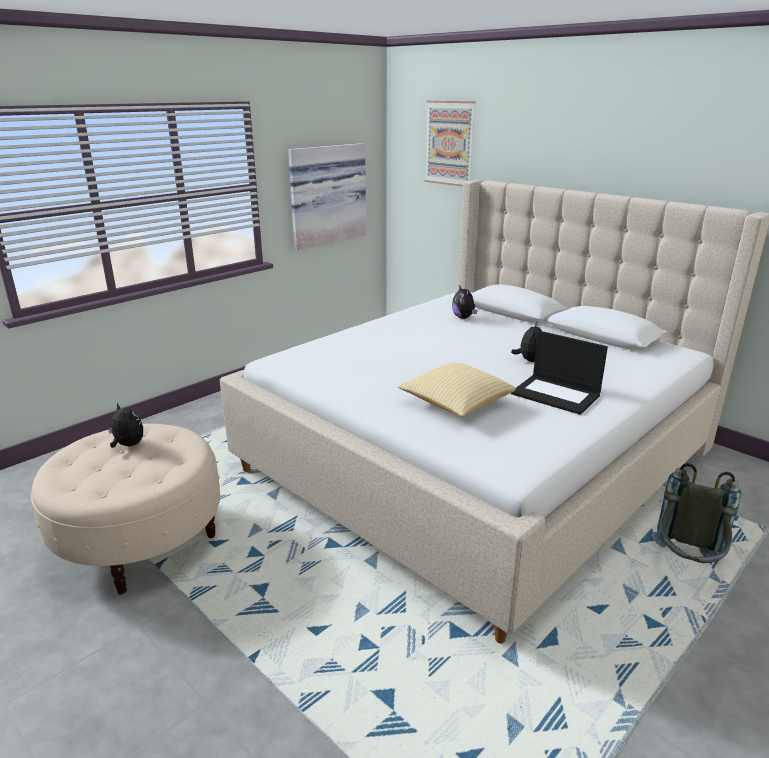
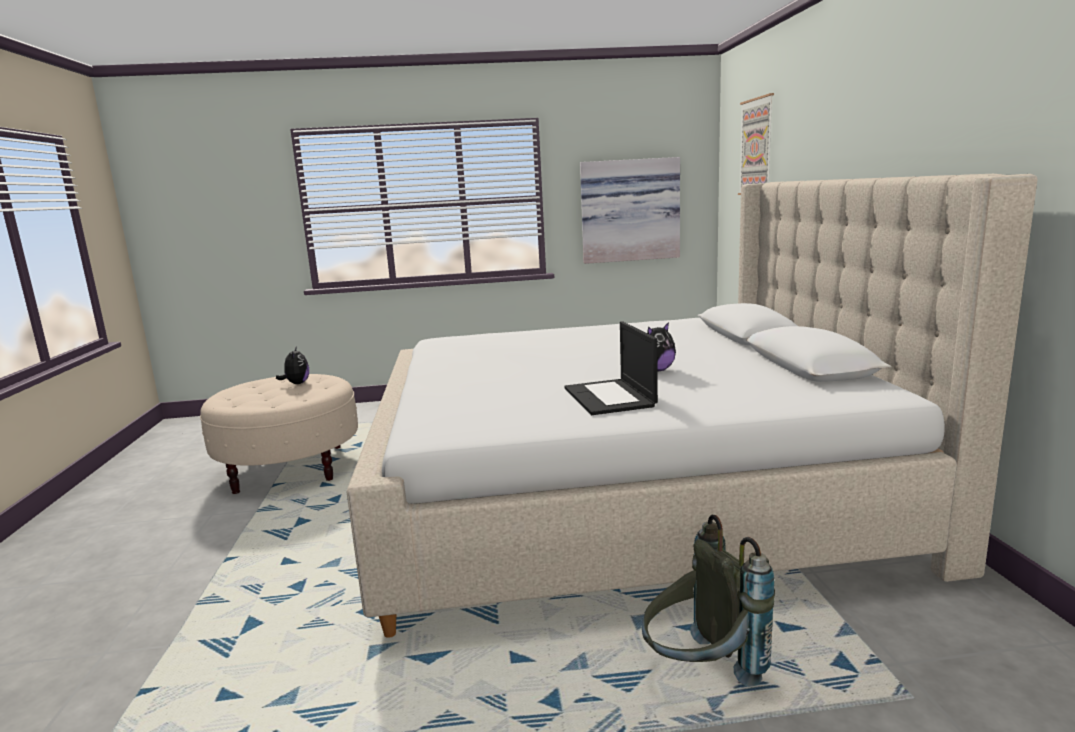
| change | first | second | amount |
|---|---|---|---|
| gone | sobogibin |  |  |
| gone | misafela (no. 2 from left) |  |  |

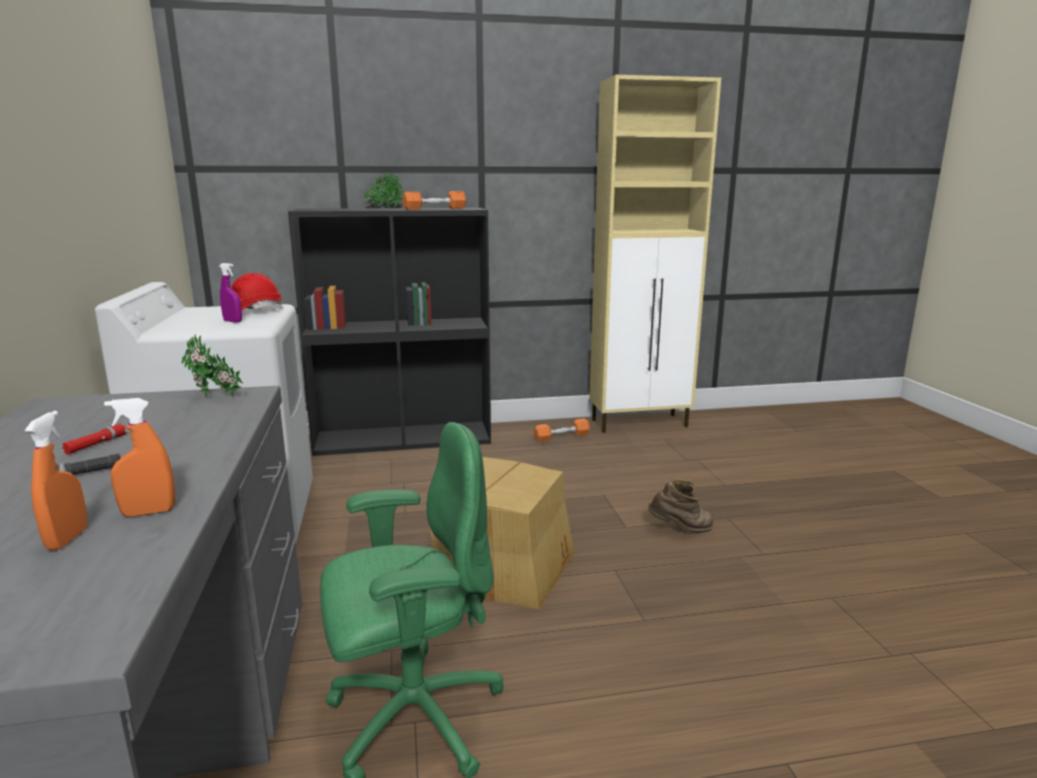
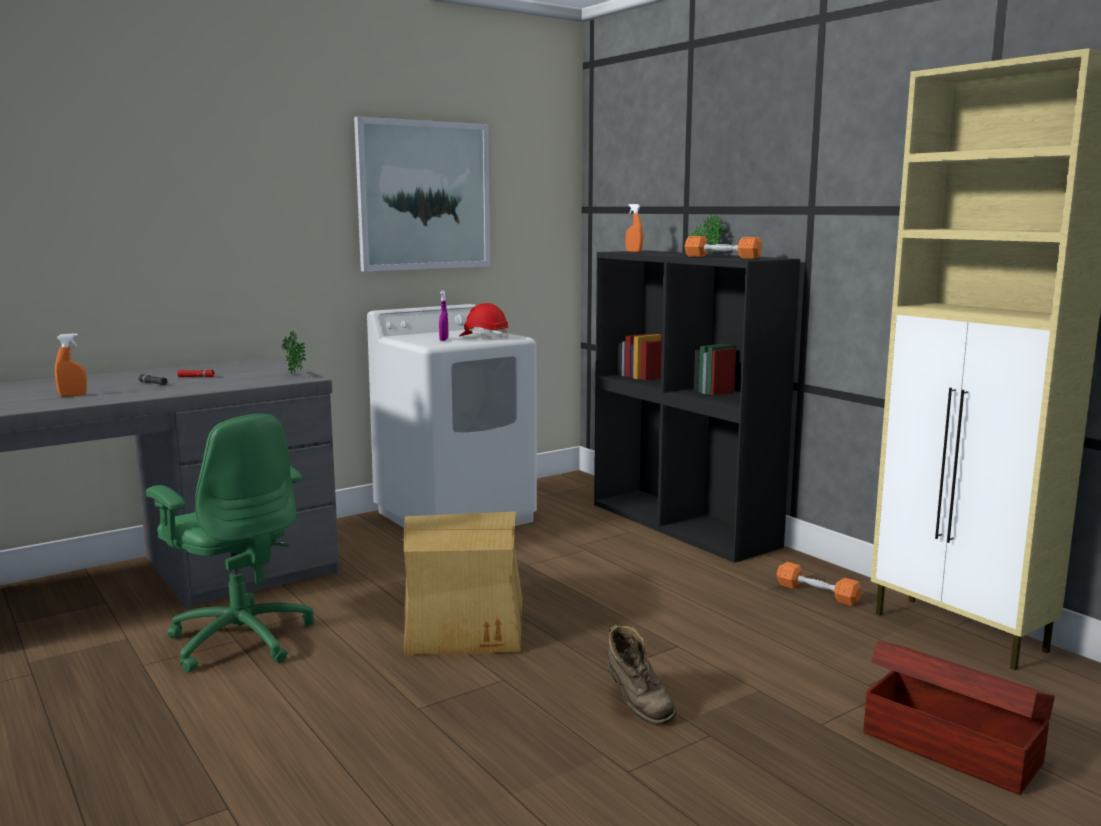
| change | first | second | amount |
|---|---|---|---|
| new |  | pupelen |  |
| shifted | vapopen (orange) (no. 2 from left) |  |  |
| new |  | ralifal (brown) |  |

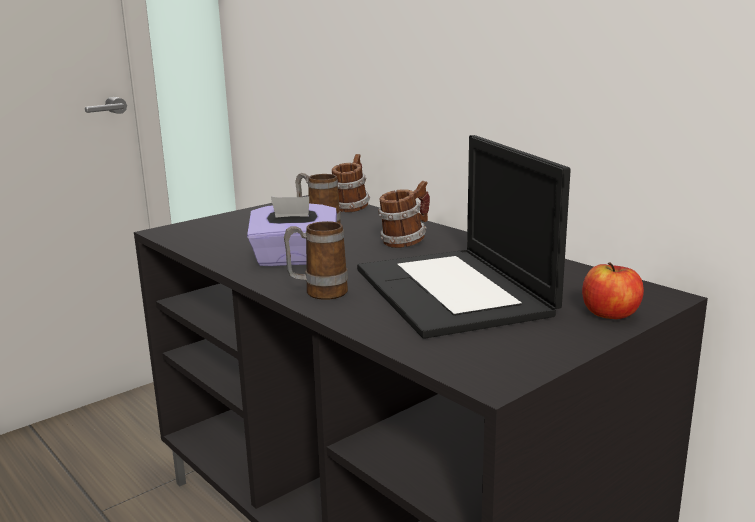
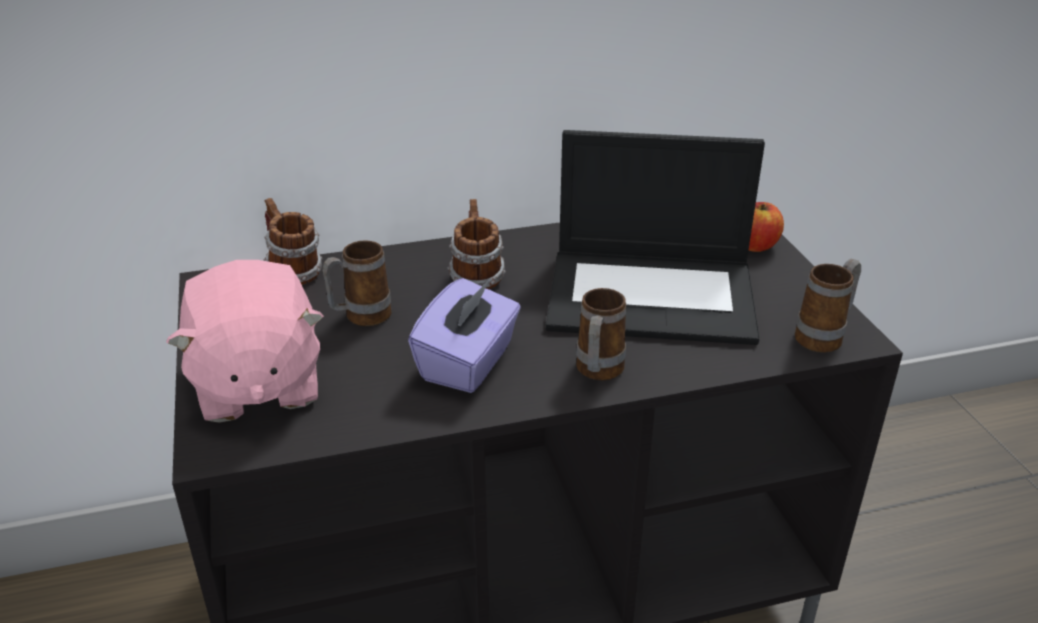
| change | first | second | amount |
|---|---|---|---|
| new |  | misafela (pink) |  |
| new |  | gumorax (no. 5 from left) |  |

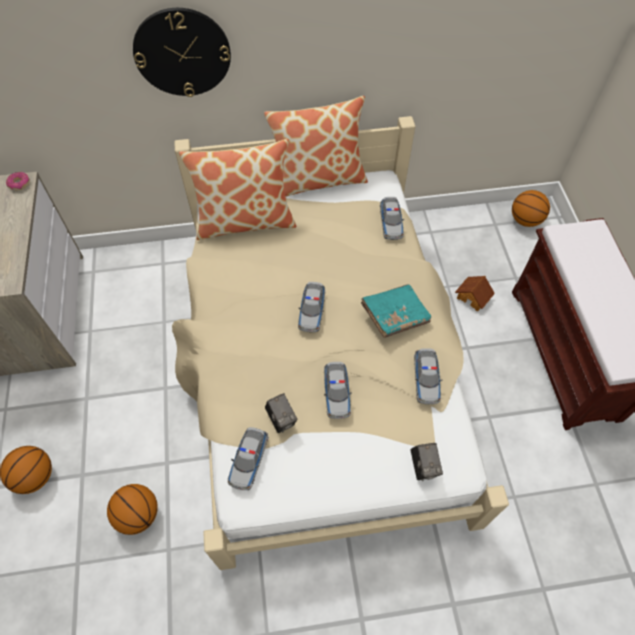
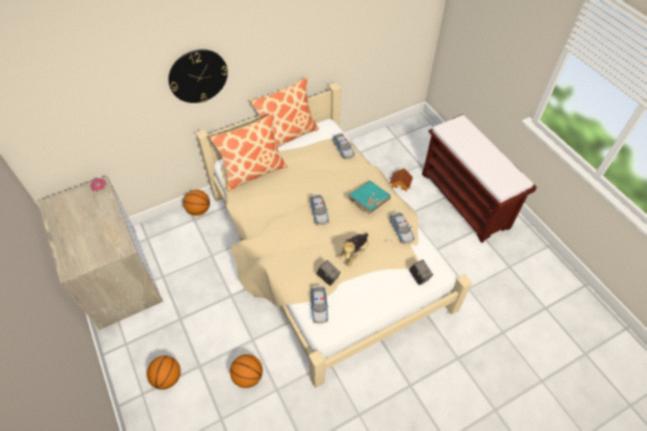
| change | first | second | amount |
|---|---|---|---|
| shifted | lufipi (no. 3 from left in the first image) | lufipi (no. 2 from left) |  |
| swapped | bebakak (no. 3 from left) | misafela |  |

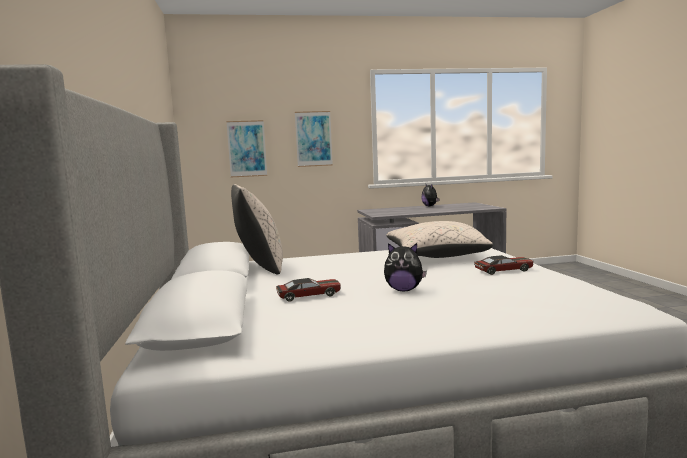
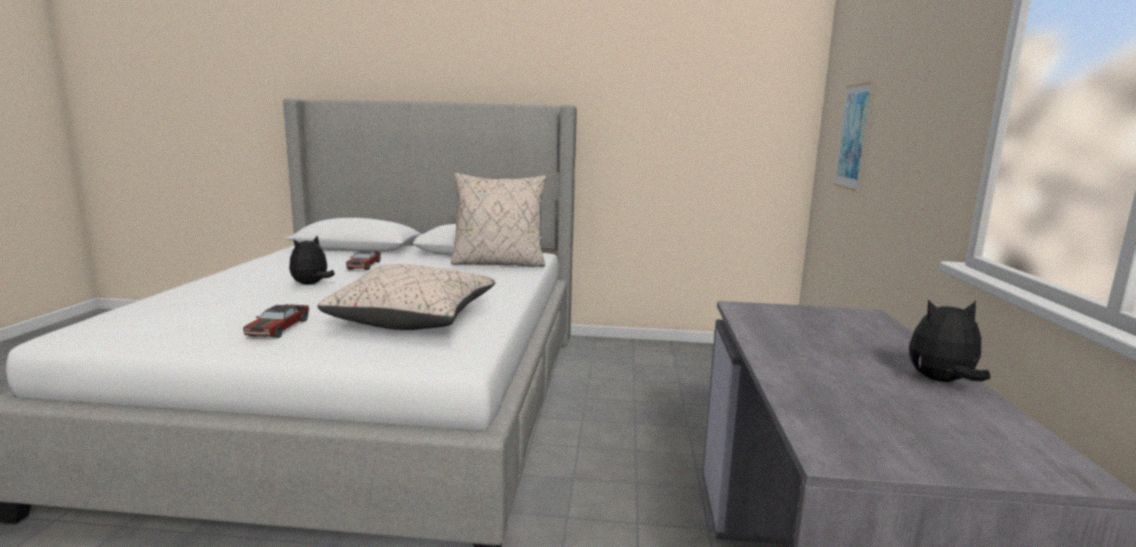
| change | first | second | amount |
|---|---|---|---|
| gone | pupelen (no. 2 from left) |  |  |

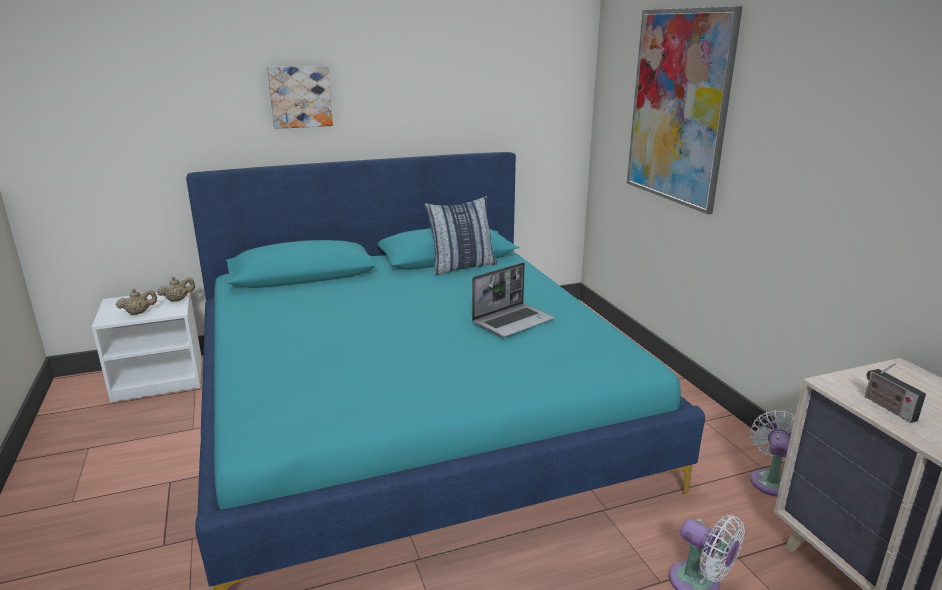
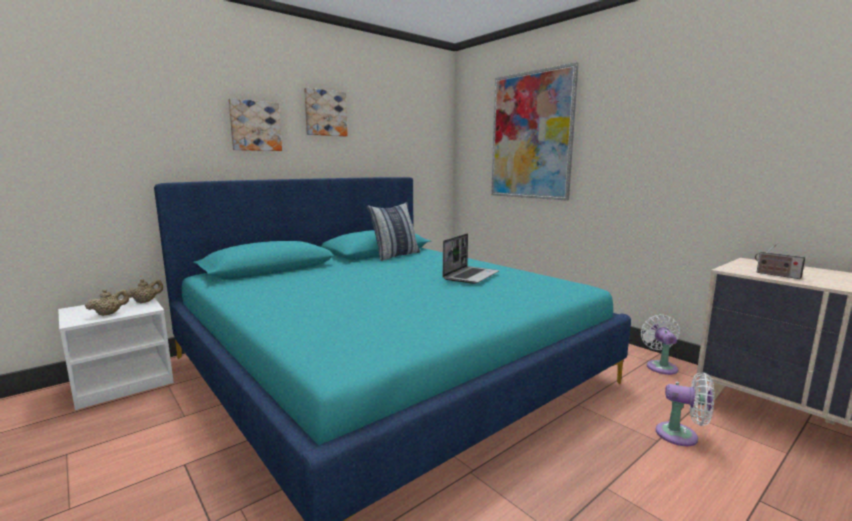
| change | first | second | amount |
|---|---|---|---|
| new |  | pupelen (no. 2 from left) |  |

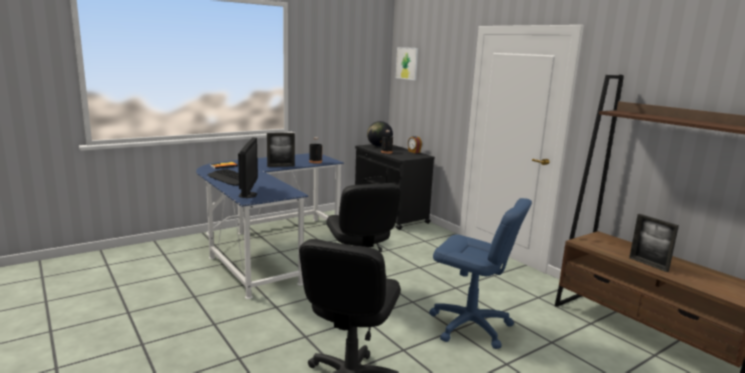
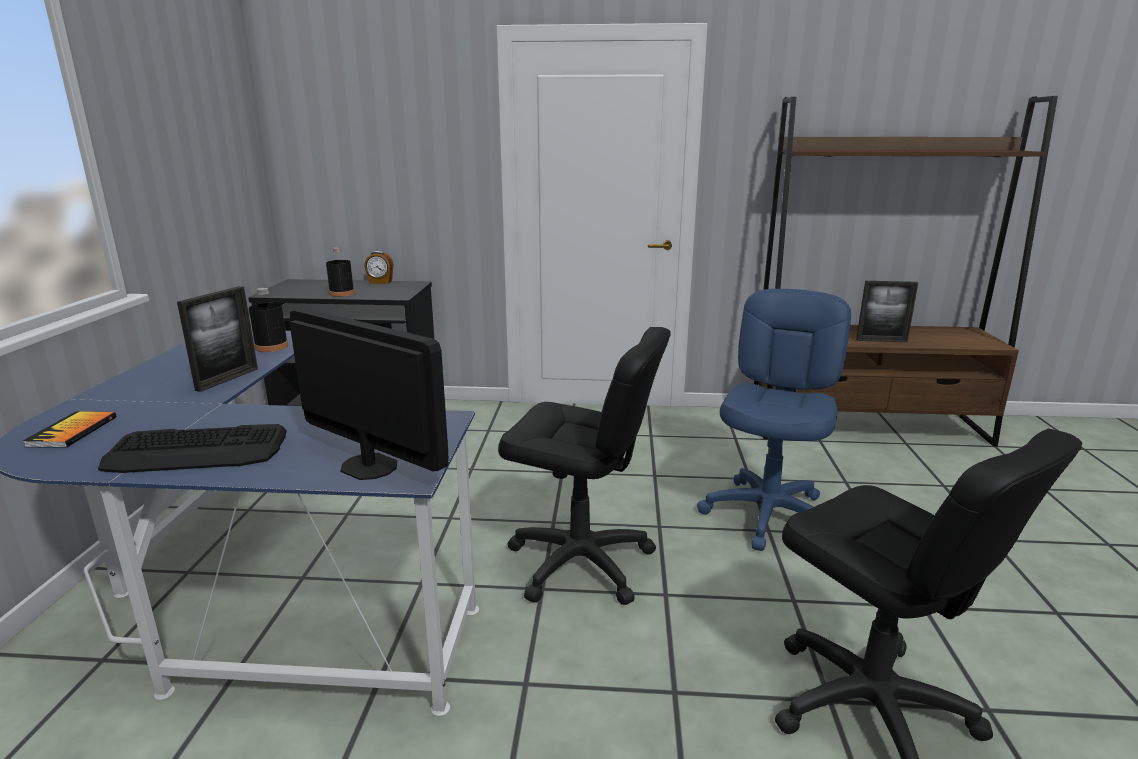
| change | first | second | amount |
|---|---|---|---|
| rotated | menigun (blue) |  | 45 degrees counterclockwise |
| gone | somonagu |  |  |
| gone | pupelen |  |  |

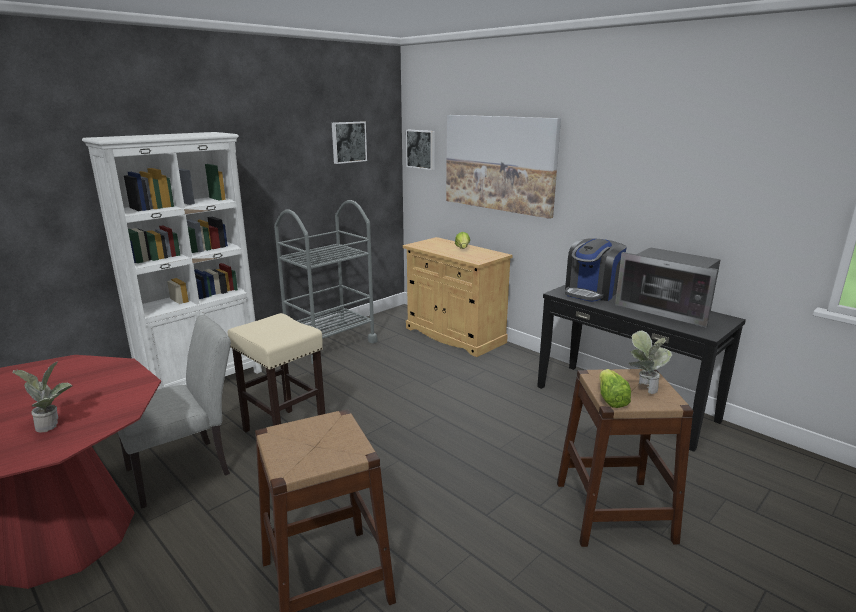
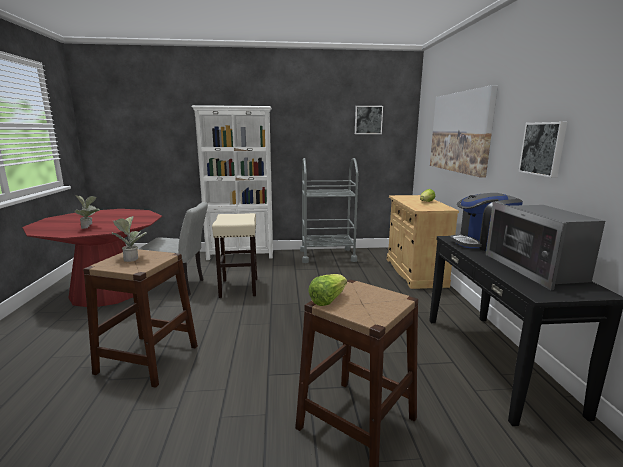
| change | first | second | amount |
|---|---|---|---|
| shifted | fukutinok (no. 2 from left) |  |  |
| shifted | pupelen (no. 2 from left in the first image) | pupelen (no. 3 from left) |  |

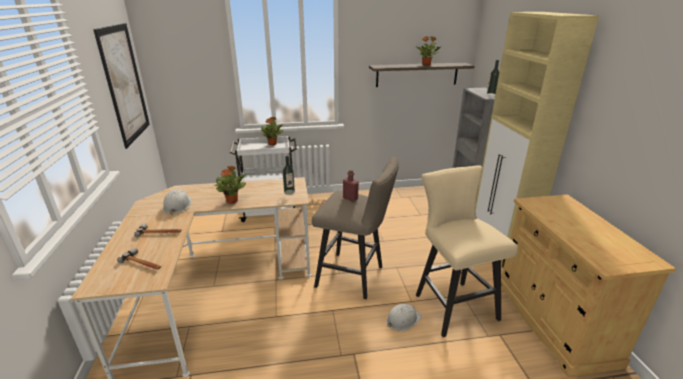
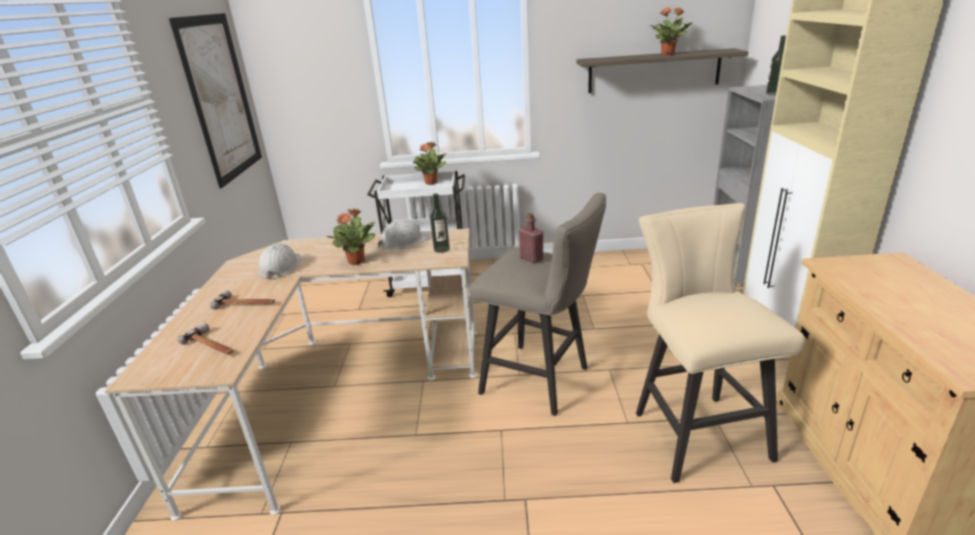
| change | first | second | amount |
|---|---|---|---|
| shifted | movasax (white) (no. 2 from left) |  |  |

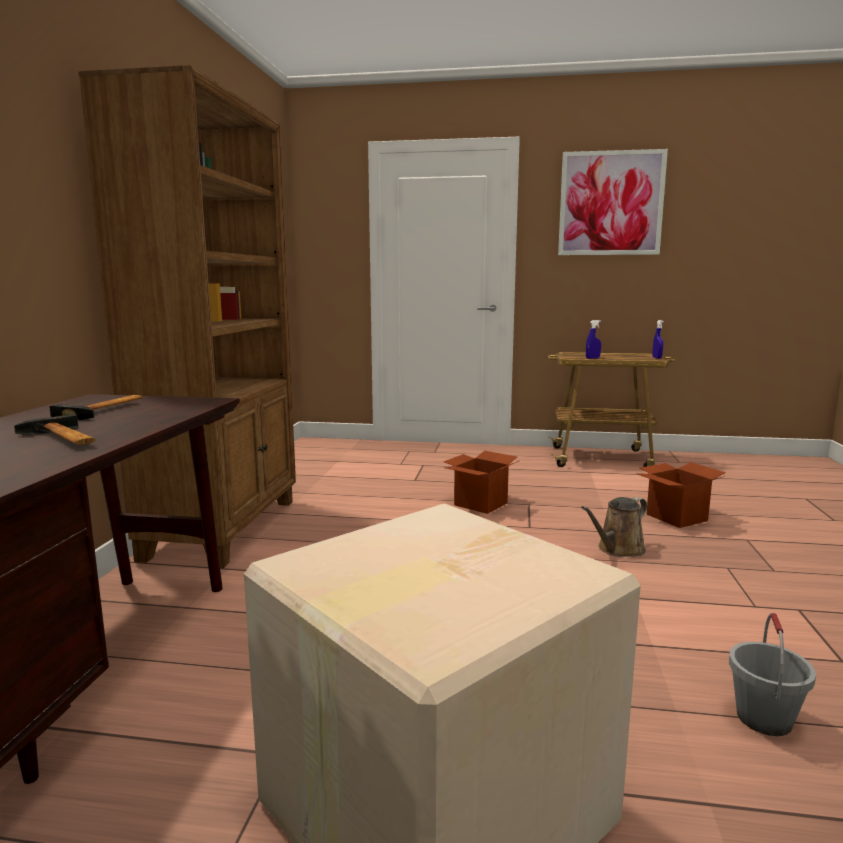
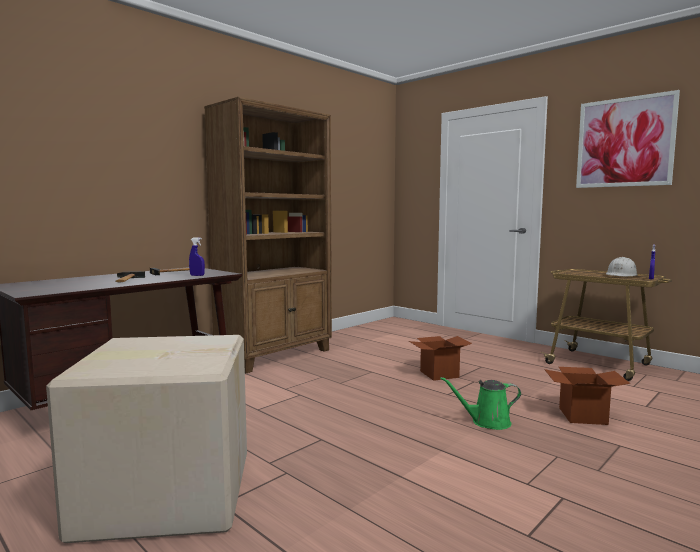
| change | first | second | amount |
|---|---|---|---|
| shifted | vapopen (blue) (no. 1 from left) |  |  |
| repainted | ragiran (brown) | ragiran (green) |  |
| new |  | movasax (white) |  |
| gone | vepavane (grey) |  |  |

